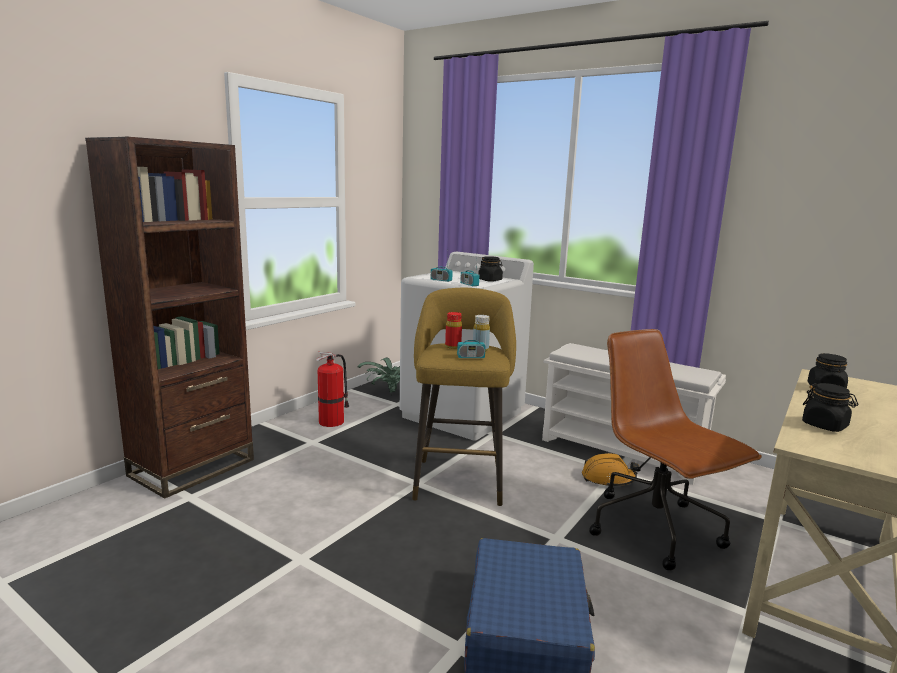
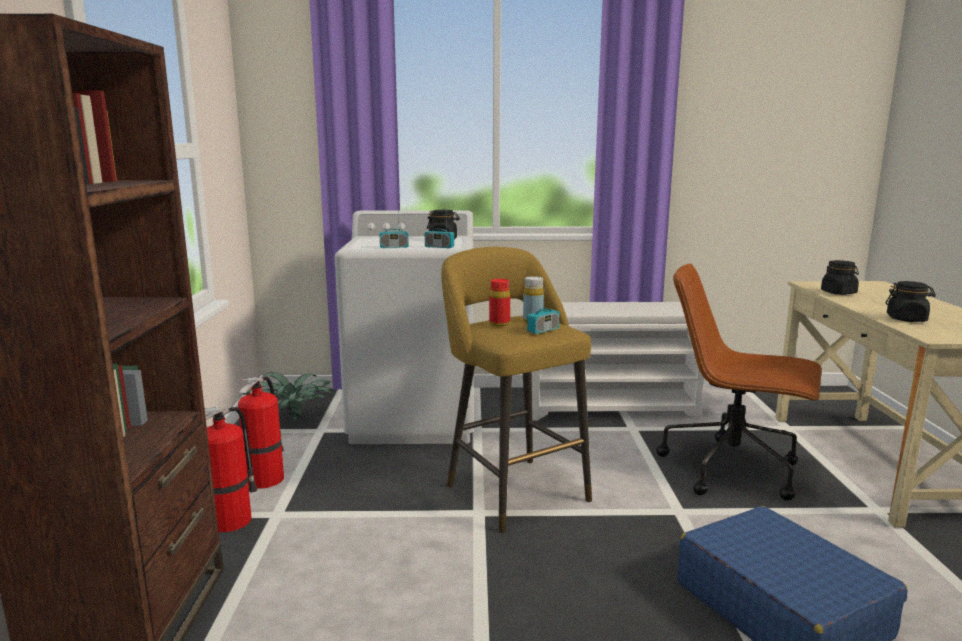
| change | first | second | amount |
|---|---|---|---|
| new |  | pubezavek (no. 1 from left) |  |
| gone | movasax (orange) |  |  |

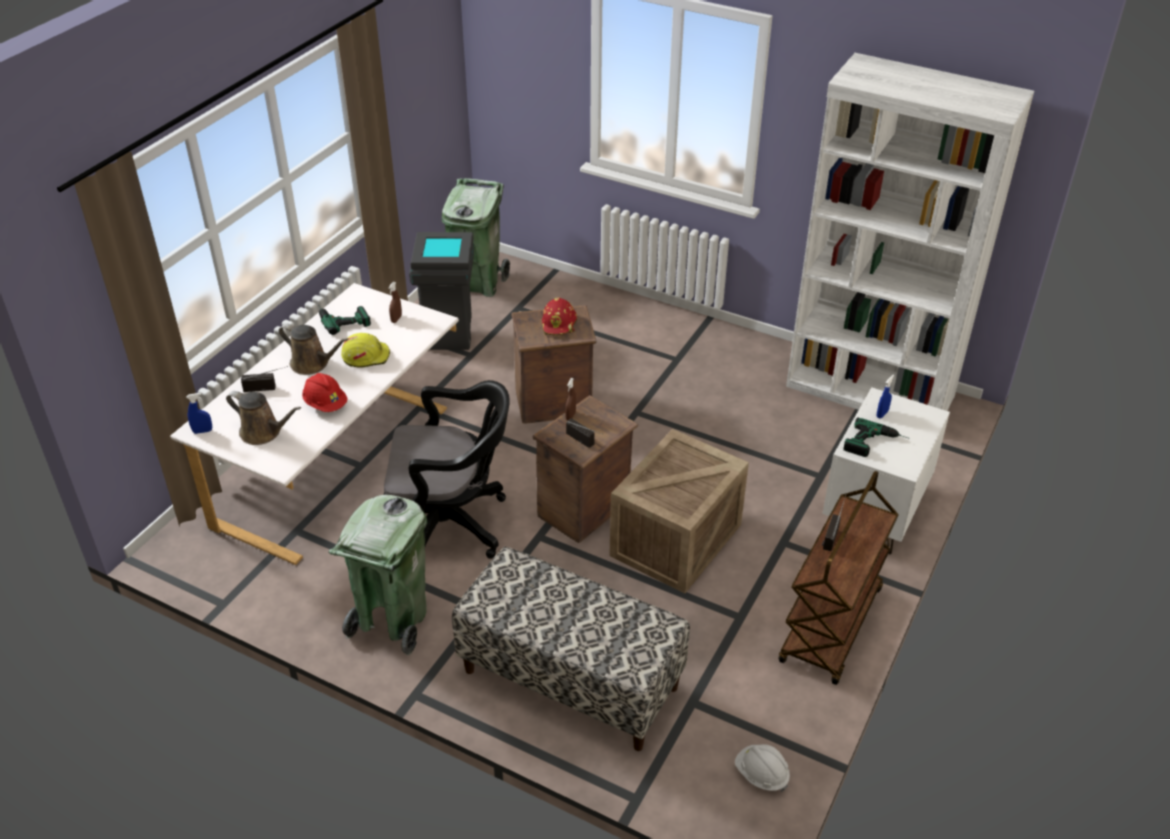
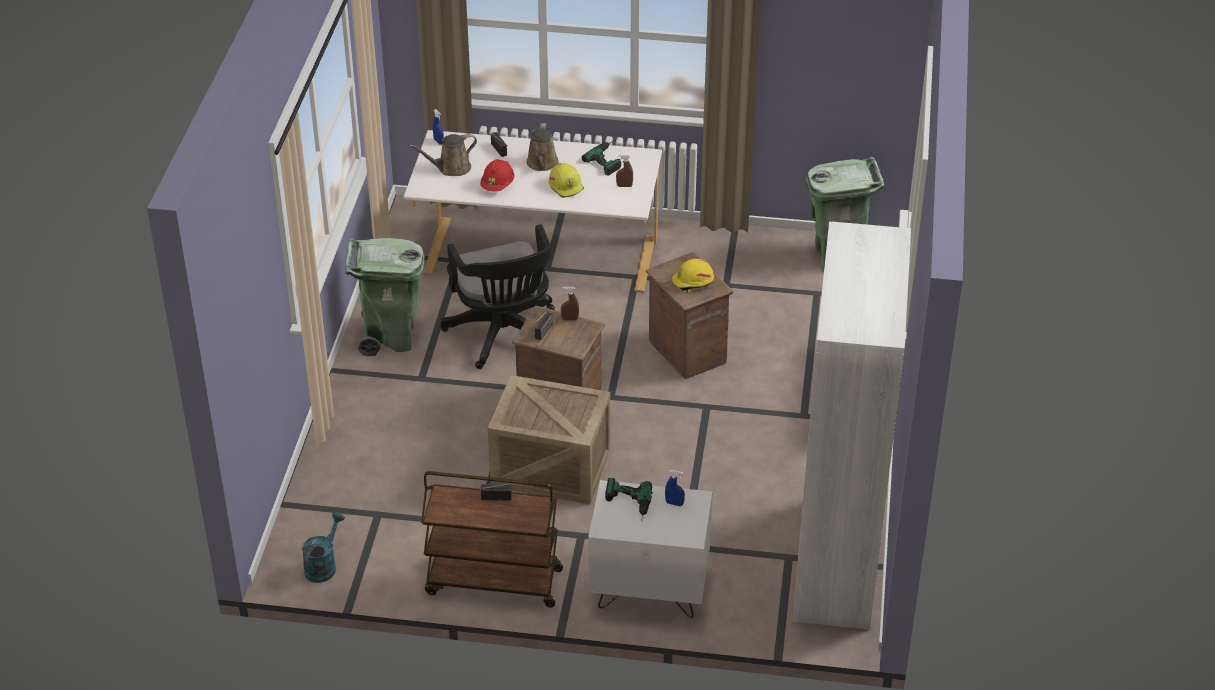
| change | first | second | amount |
|---|---|---|---|
| swapped | movasax (white) | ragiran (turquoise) |  |
| rotated | ragiran (brown) (no. 1 from left) |  | 60 degrees clockwise |
| repainted | movasax (red) (no. 2 from left) | movasax (yellow) (no. 2 from left) |  |
| gone | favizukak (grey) |  |  |
| gone | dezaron |  |  |

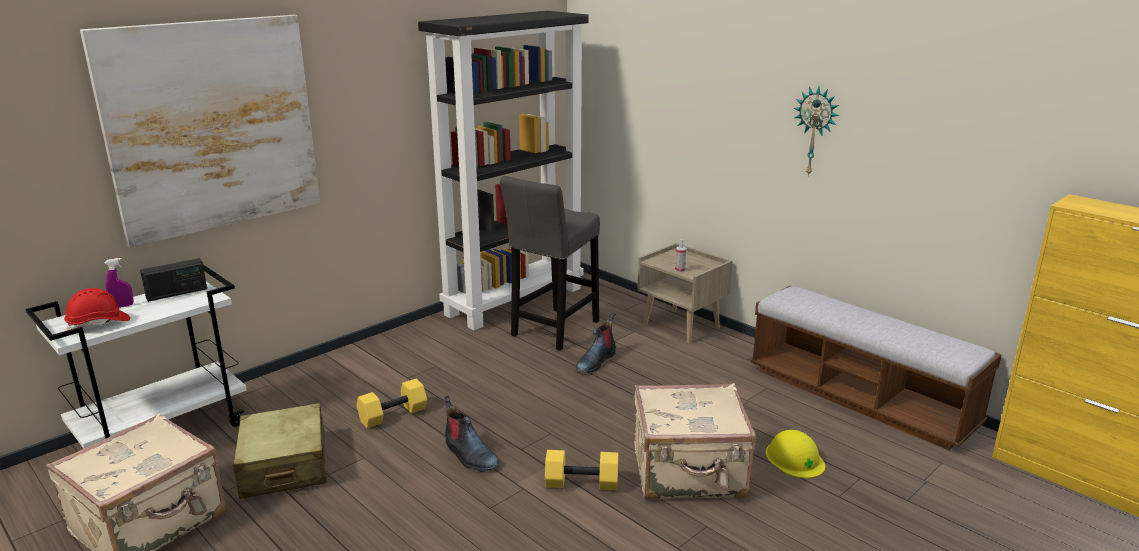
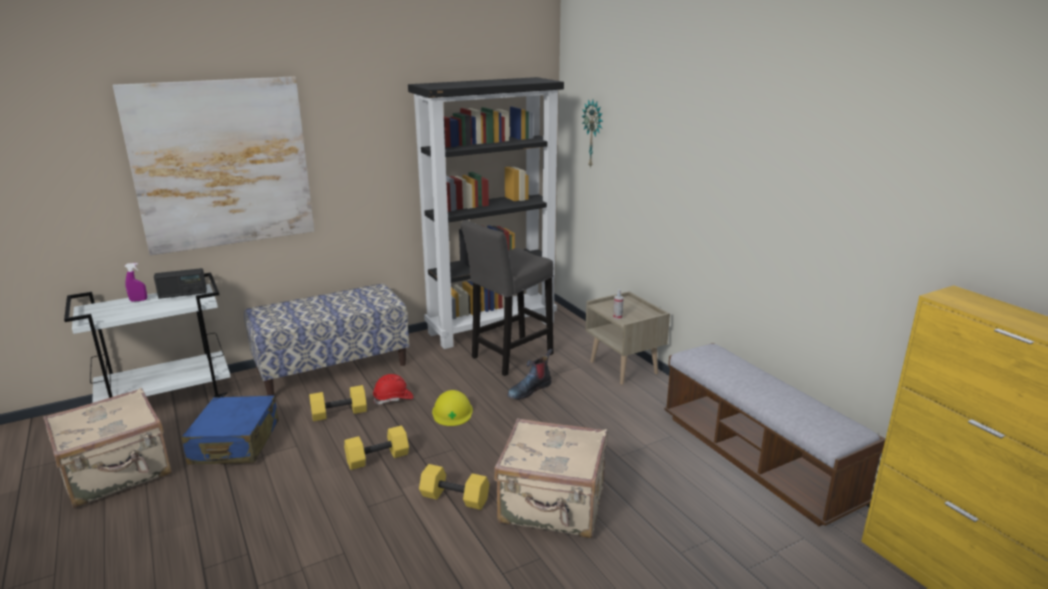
| change | first | second | amount |
|---|---|---|---|
| repainted | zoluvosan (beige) (no. 2 from left) | zoluvosan (blue) |  |
| new |  | dezaron (no. 1 from left) |  |
| swapped | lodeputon (no. 1 from left) | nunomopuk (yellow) (no. 2 from left) |  |
| shifted | movasax (red) |  |  |
| shifted | movasax (yellow) |  |  |
| shifted | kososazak |  |  |

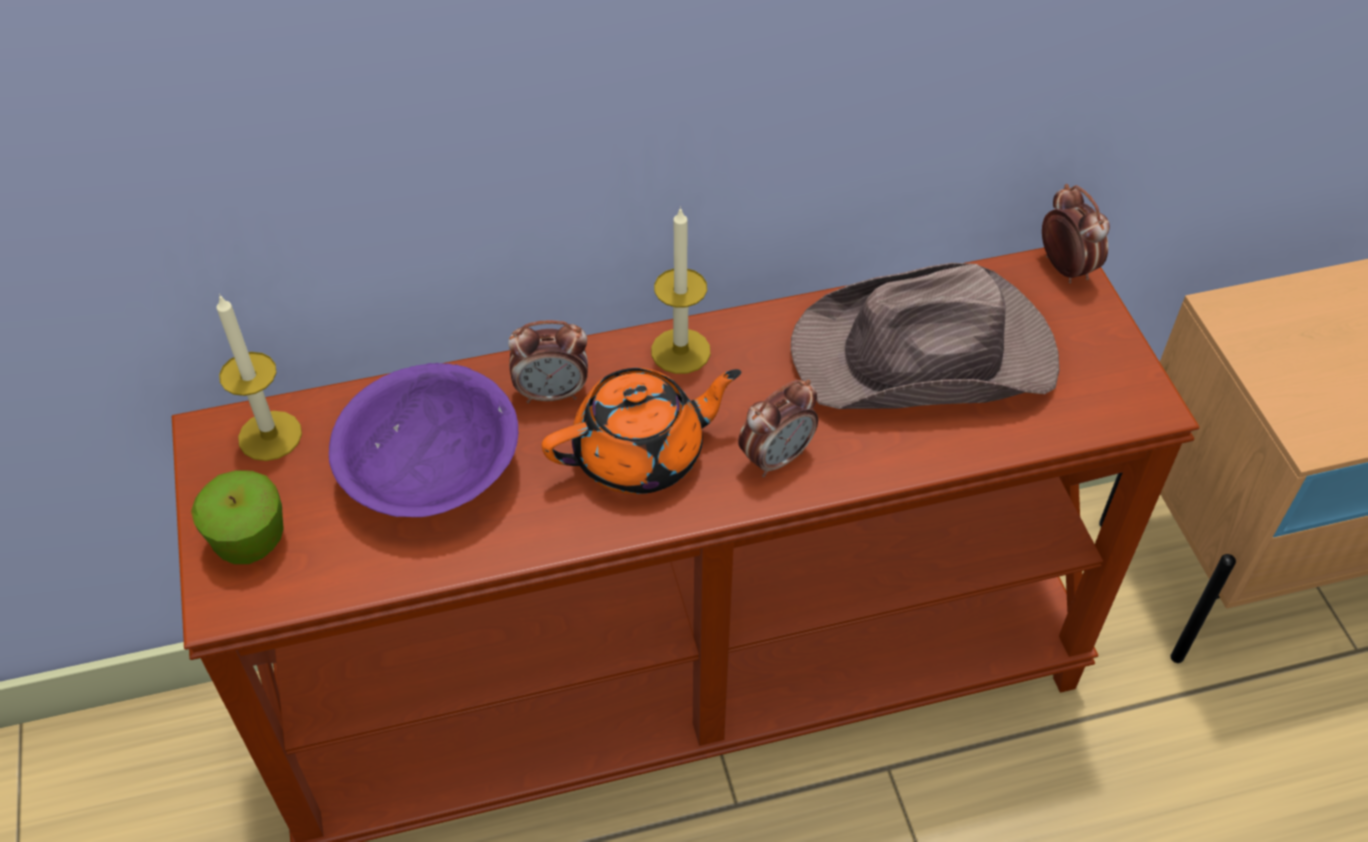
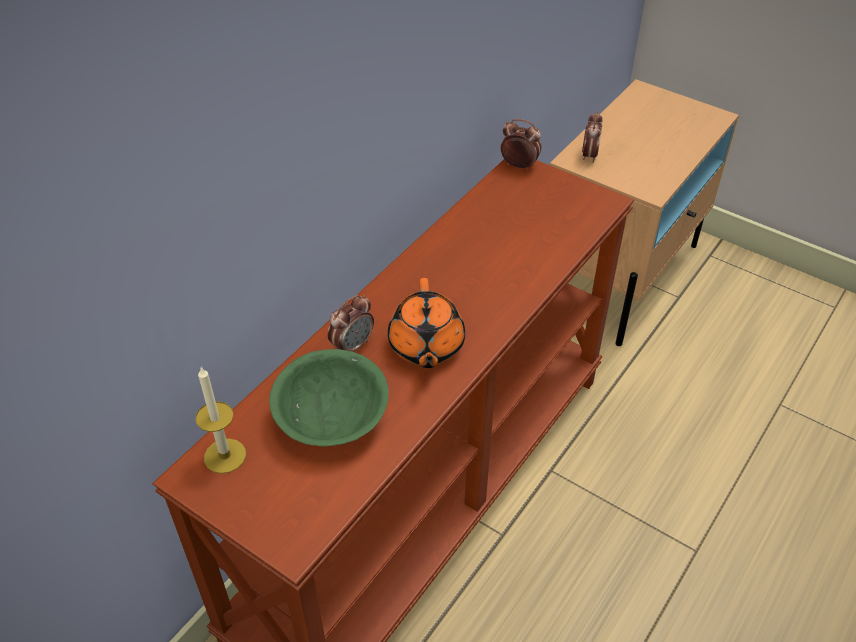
| change | first | second | amount |
|---|---|---|---|
| repainted | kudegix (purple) | kudegix (green) |  |
| rotated | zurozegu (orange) |  | 150 degrees clockwise |
| shifted | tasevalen (no. 2 from left in the first image) | tasevalen (no. 3 from left) |  |
| gone | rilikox |  |  |
| gone | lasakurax (no. 2 from left) |  |  |
| gone | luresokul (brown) |  |  |

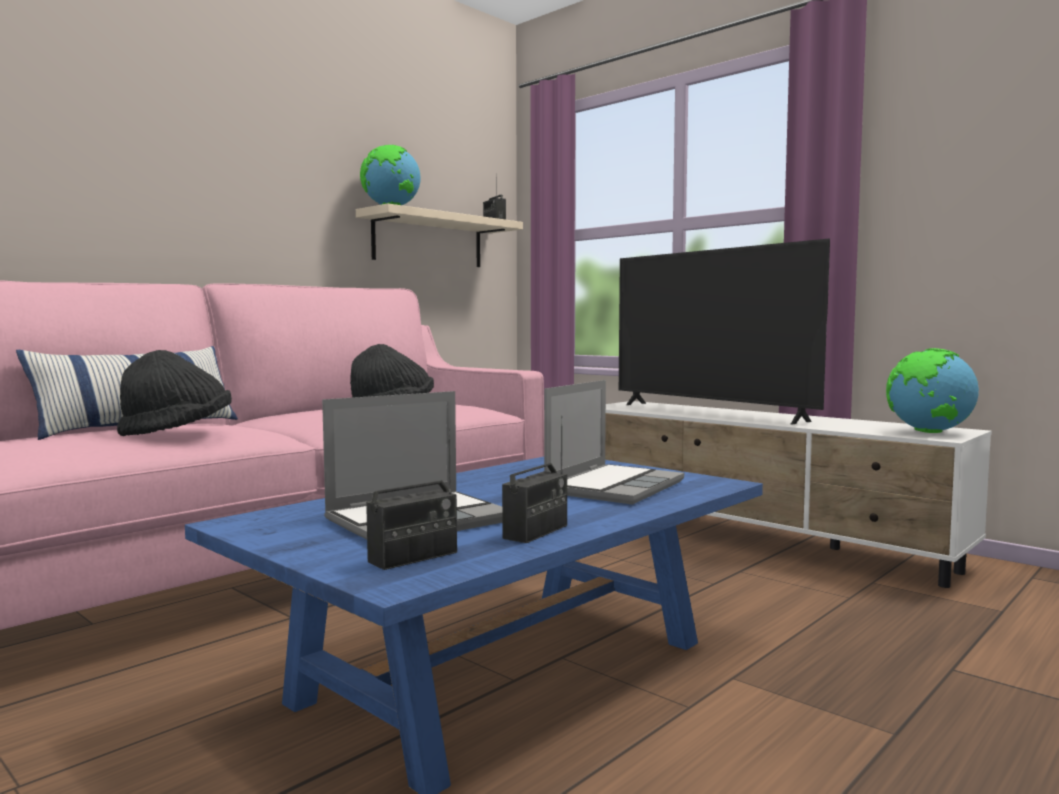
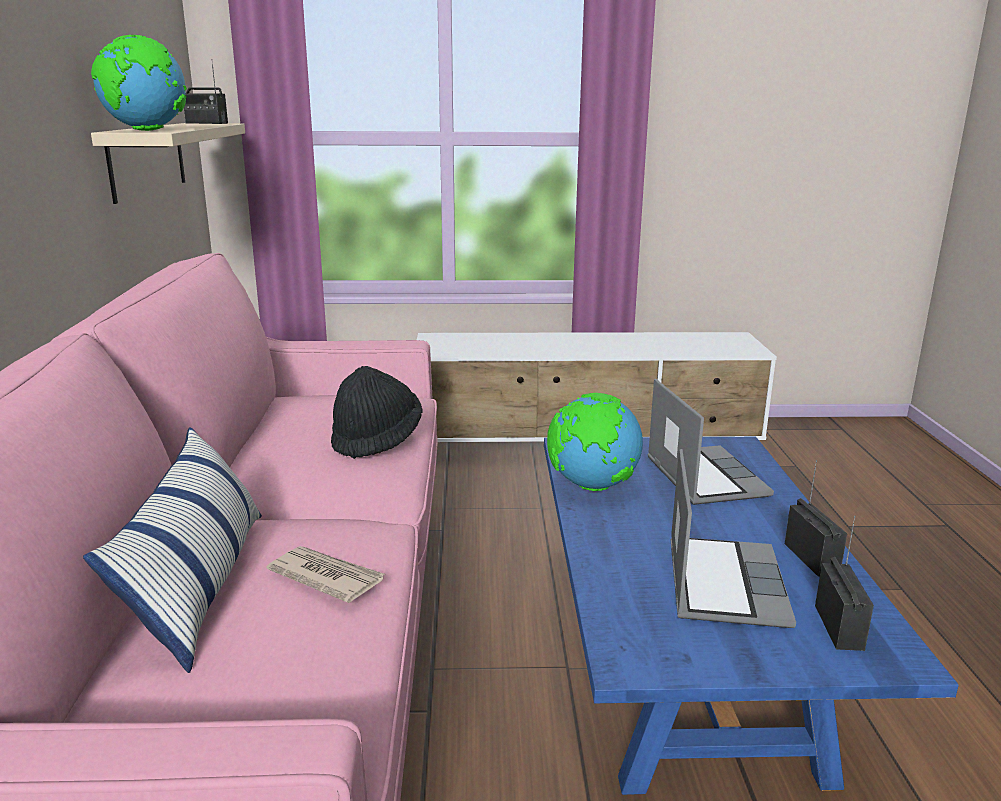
| change | first | second | amount |
|---|---|---|---|
| swapped | luresokul (black) (no. 1 from left) | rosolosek |  |
| shifted | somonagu (no. 2 from left) |  |  |
| gone | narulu |  |  |

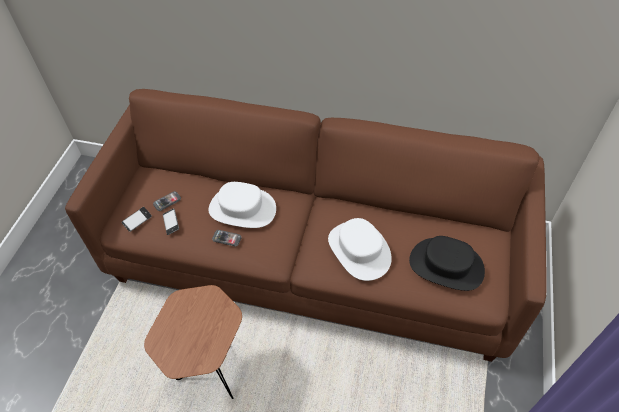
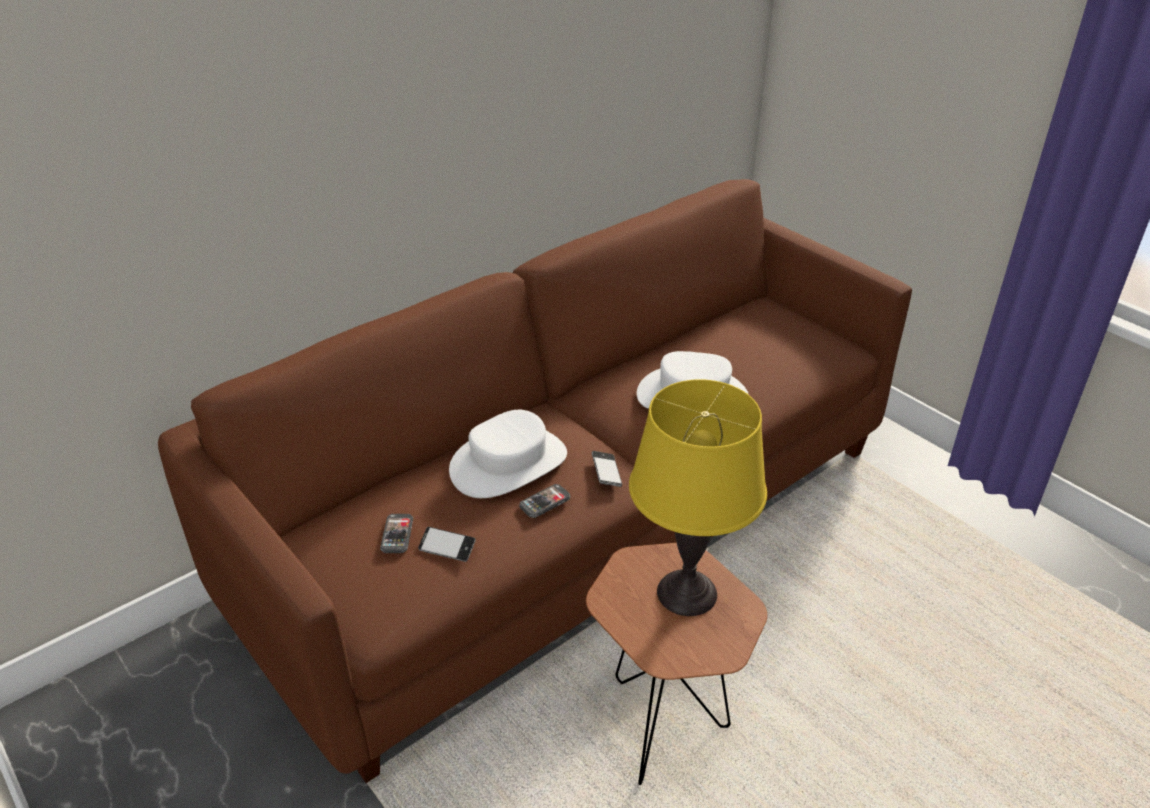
| change | first | second | amount |
|---|---|---|---|
| shifted | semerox (no. 1 from left in the first image) | semerox (no. 4 from left) |  |
| new |  | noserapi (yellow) |  |
| gone | luresokul (black) |  |  |

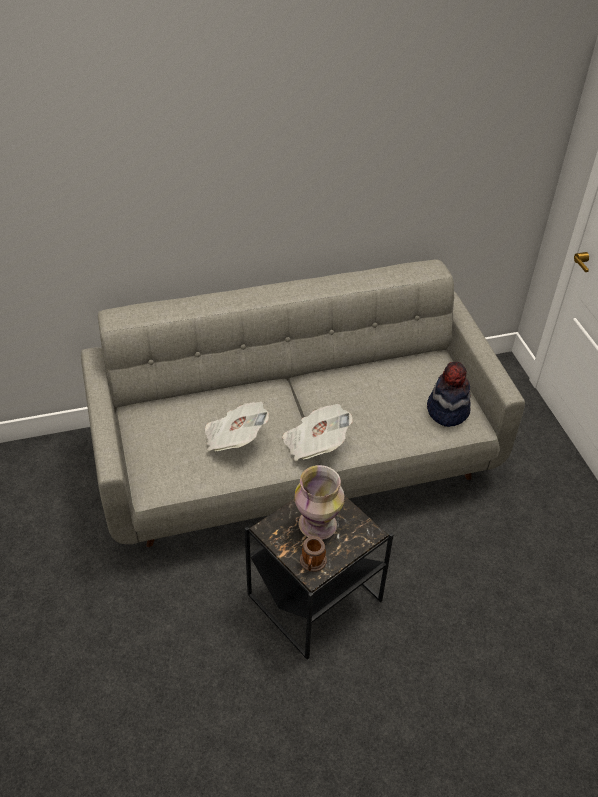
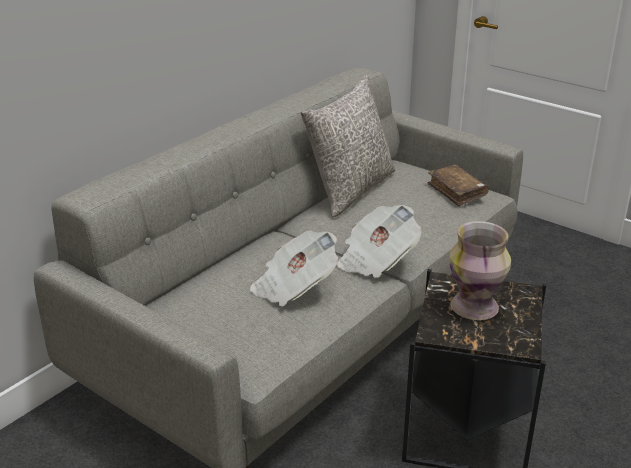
| change | first | second | amount |
|---|---|---|---|
| new |  | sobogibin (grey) |  |
| swapped | luresokul | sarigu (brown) |  |
| gone | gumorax |  |  |

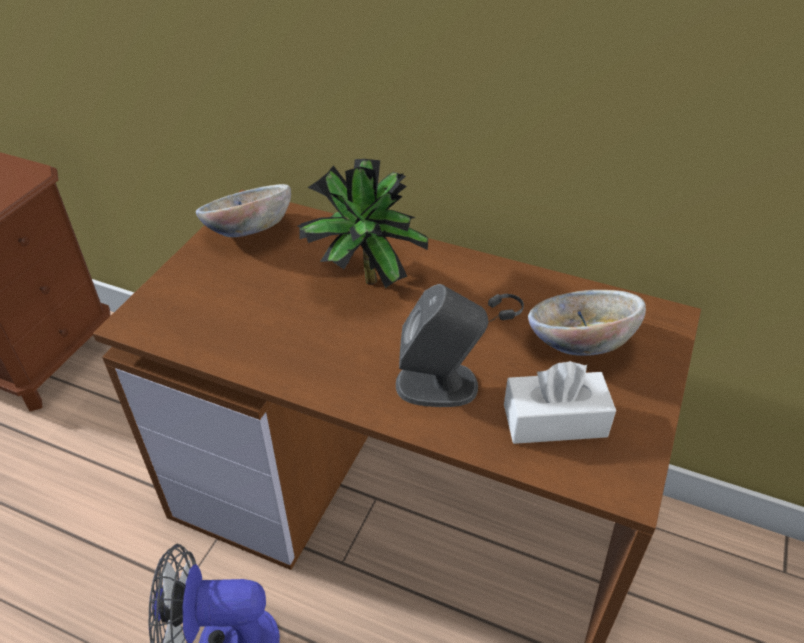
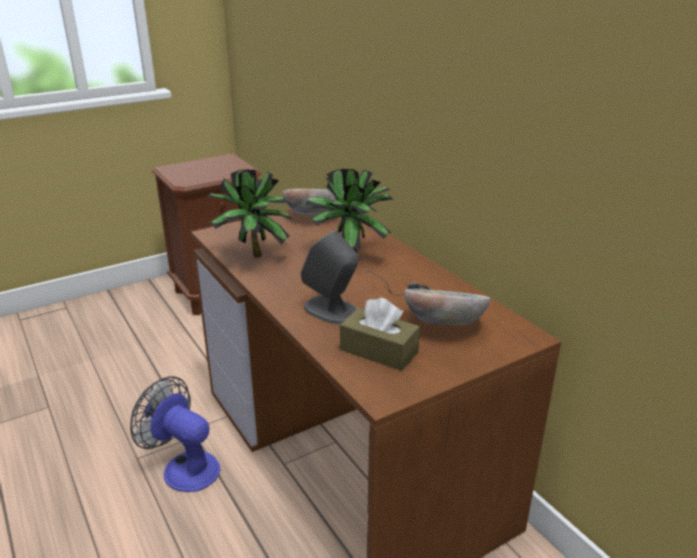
| change | first | second | amount |
|---|---|---|---|
| new |  | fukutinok (no. 1 from left) |  |
| repainted | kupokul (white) | kupokul (brown) |  |

